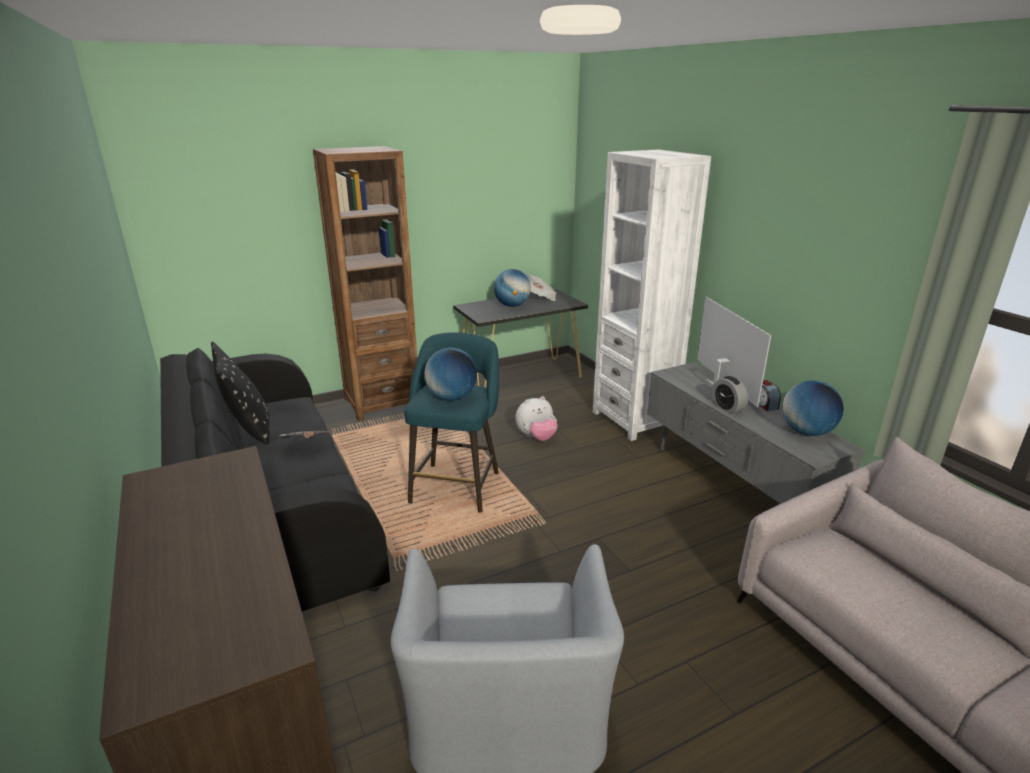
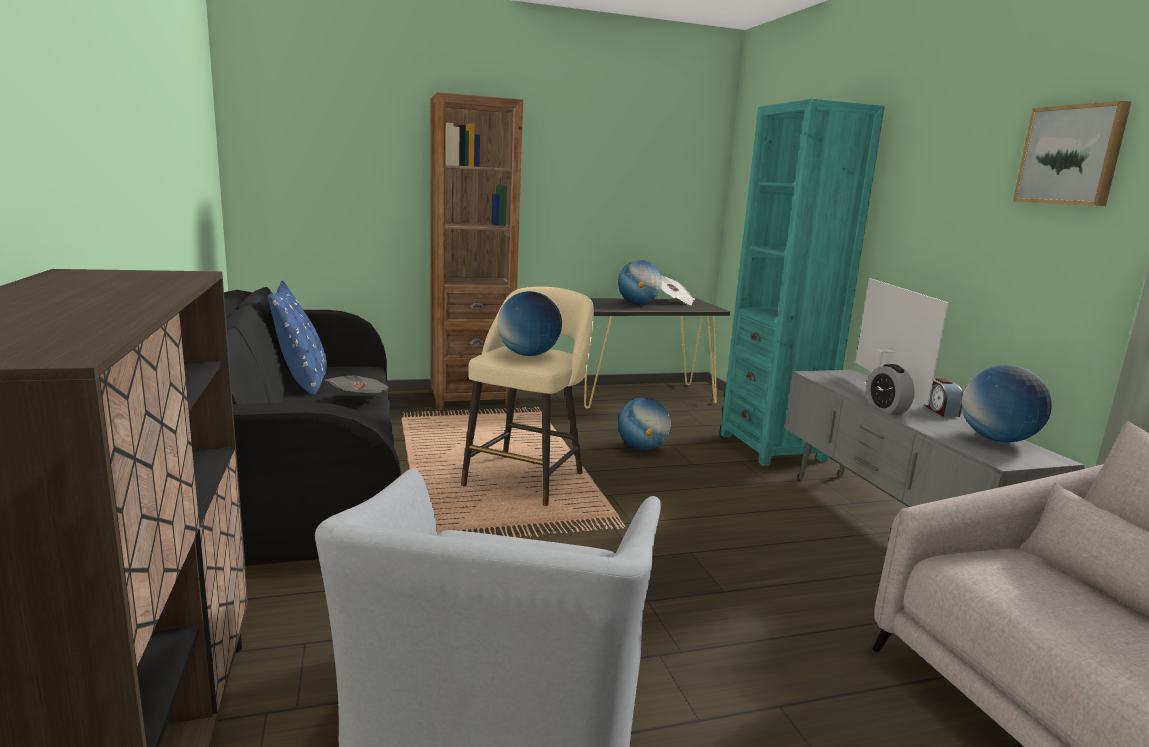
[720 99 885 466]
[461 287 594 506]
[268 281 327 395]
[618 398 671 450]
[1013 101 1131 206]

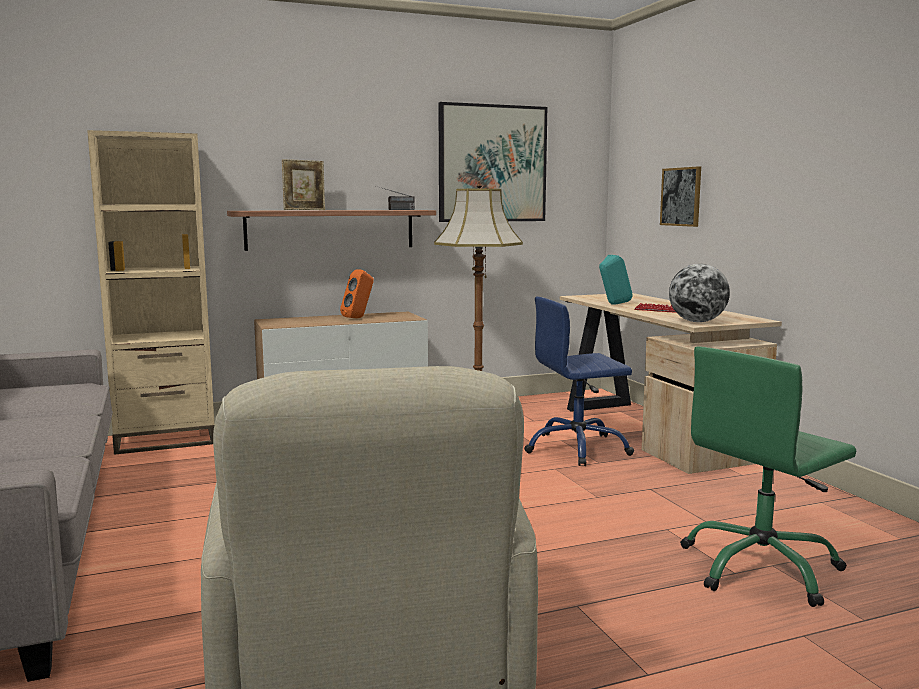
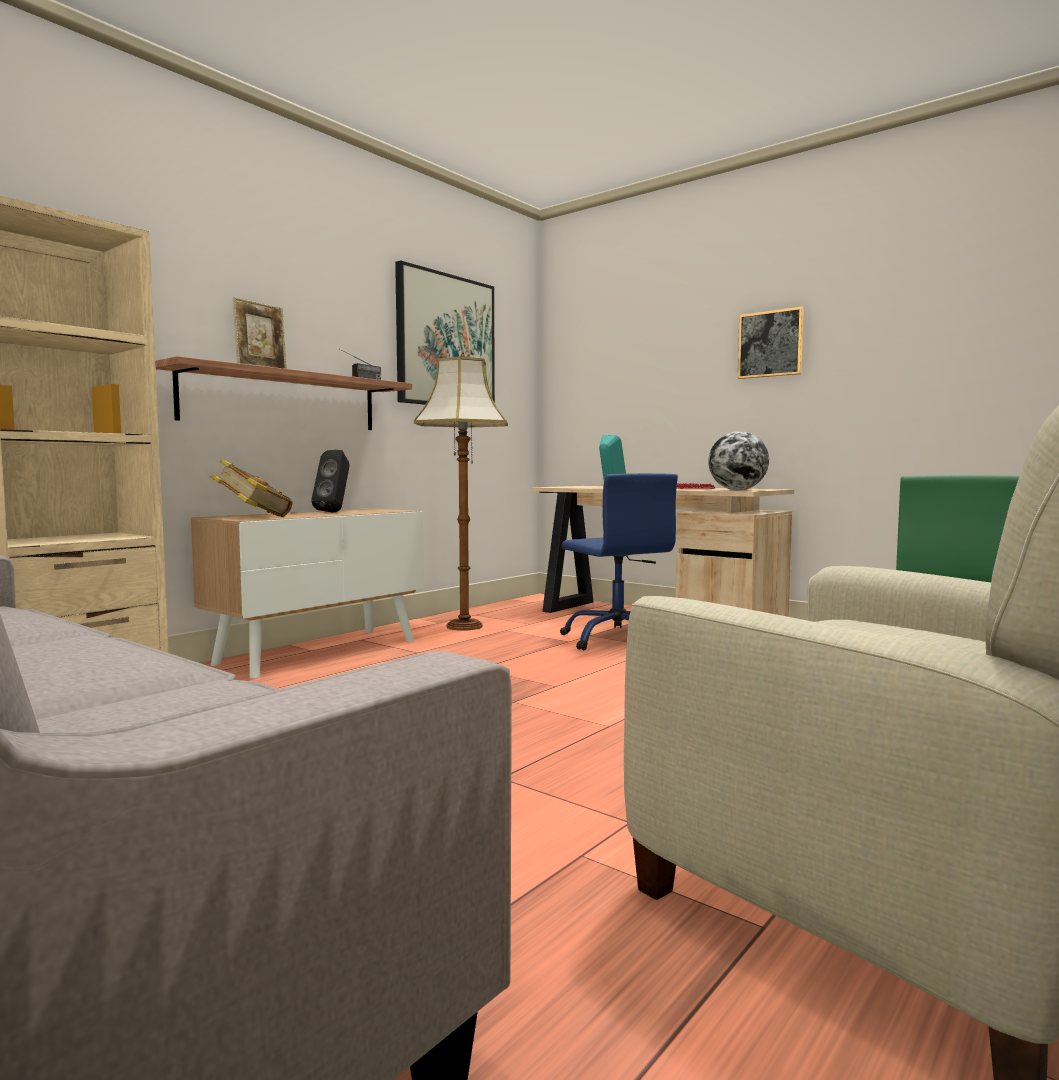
[738 307 804 379]
[311 450 350 513]
[560 473 678 651]
[211 459 293 517]

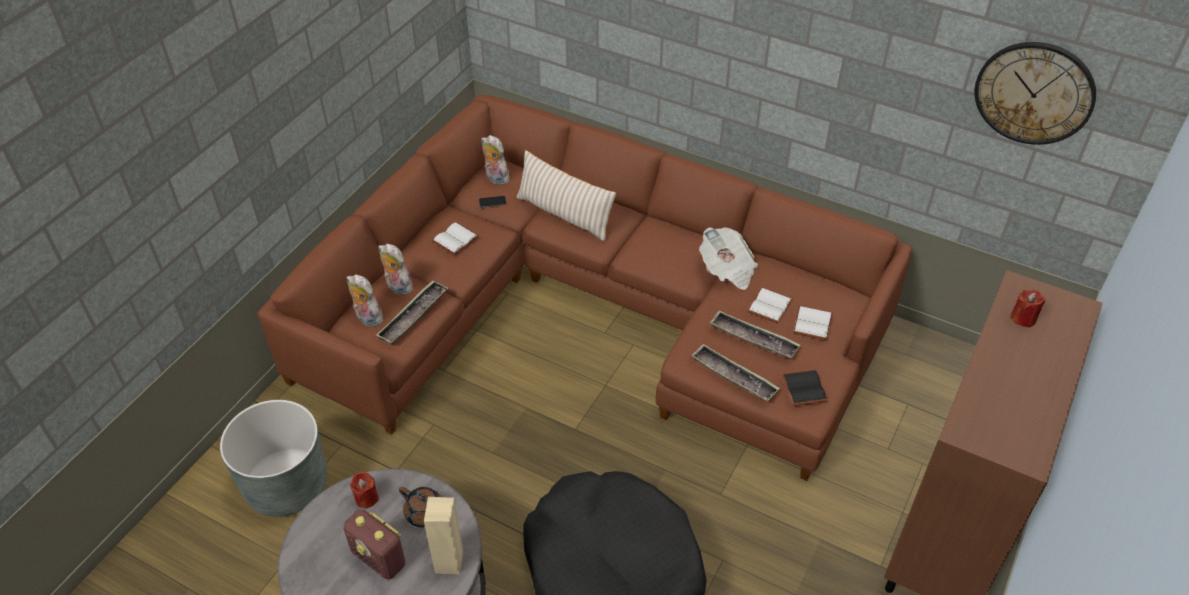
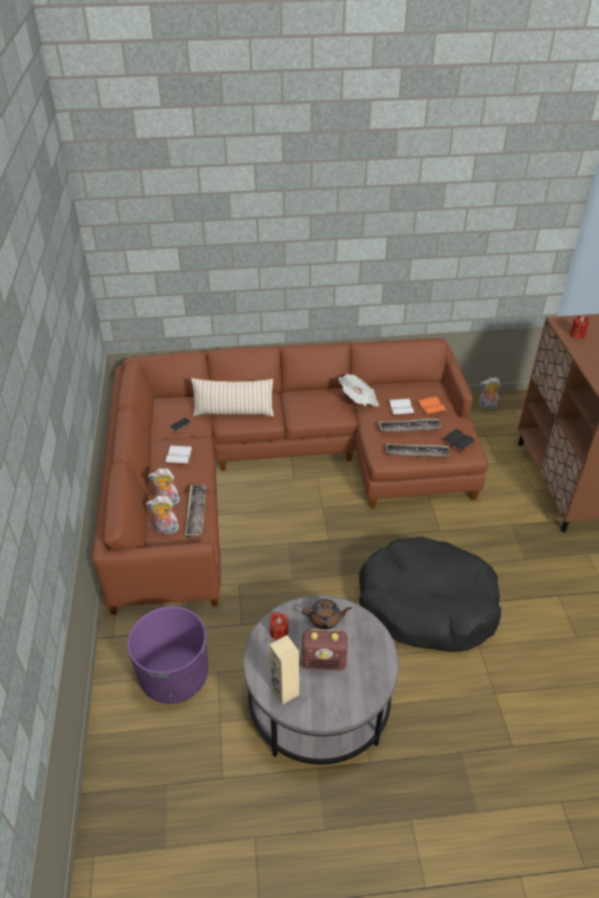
[975 42 1096 145] (first image)
[479 378 501 409]
[416 396 447 416]
[127 606 208 704]
[269 635 299 705]

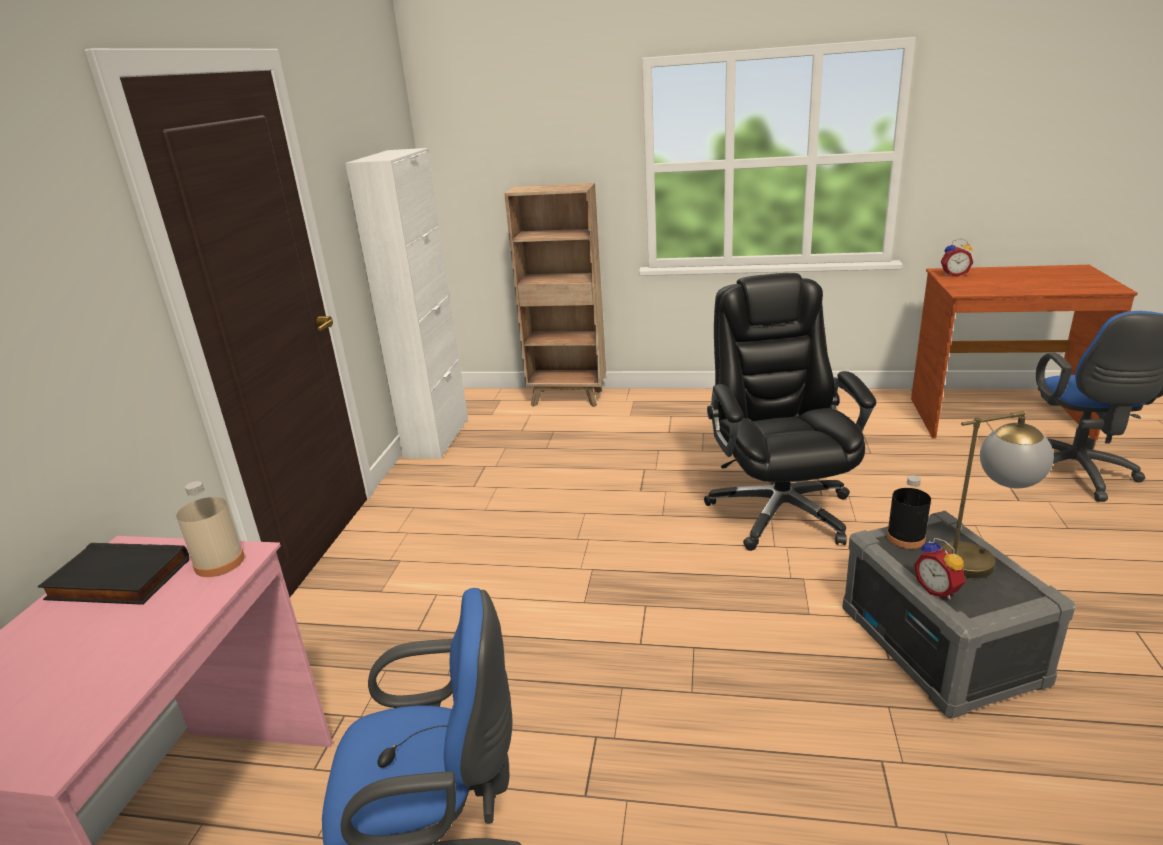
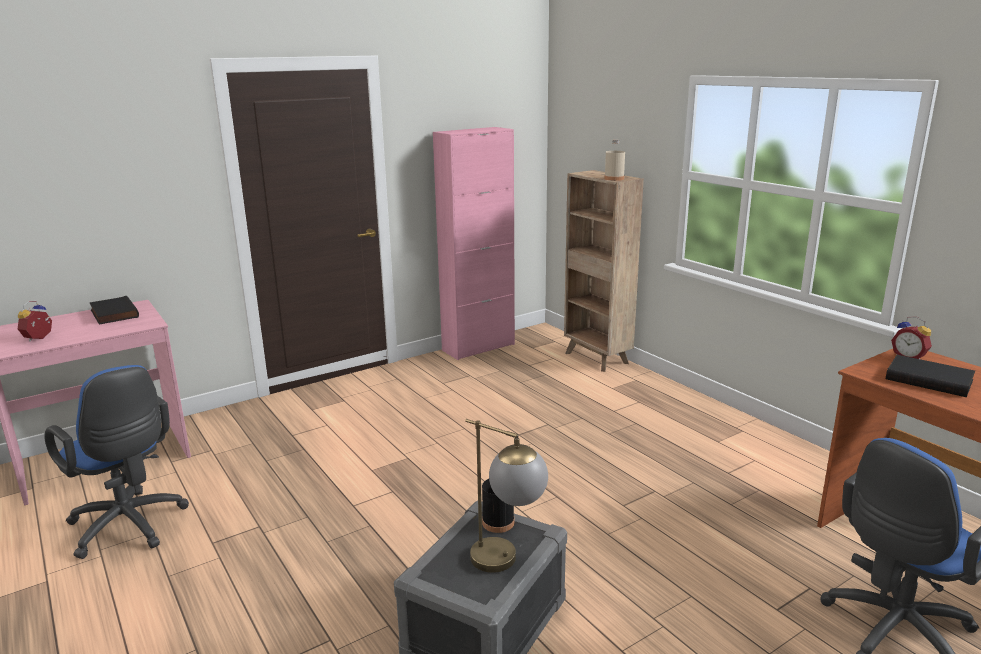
[433 127 515 360]
[704 273 876 551] (first image)
[604 140 625 181]
[18 301 52 342]
[886 355 975 397]

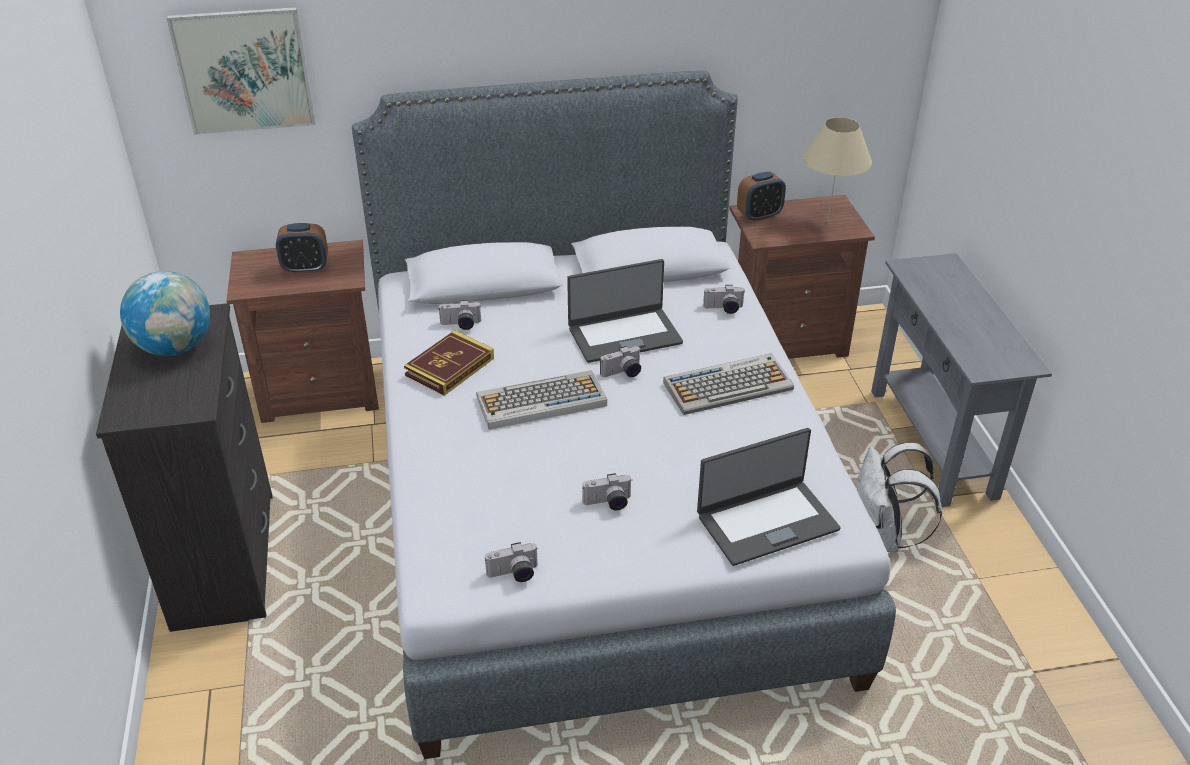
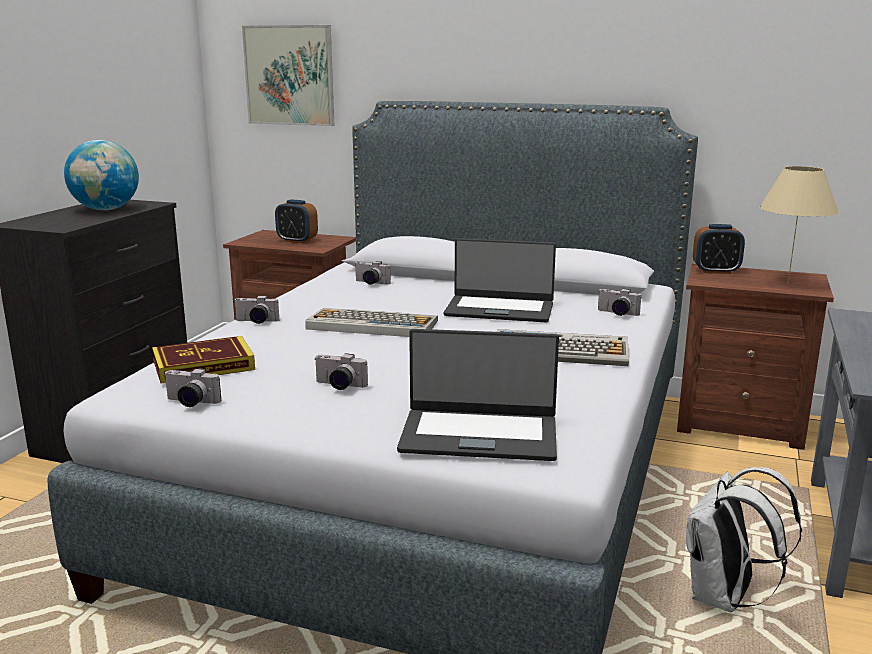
[152 336 255 383]
[234 295 279 324]

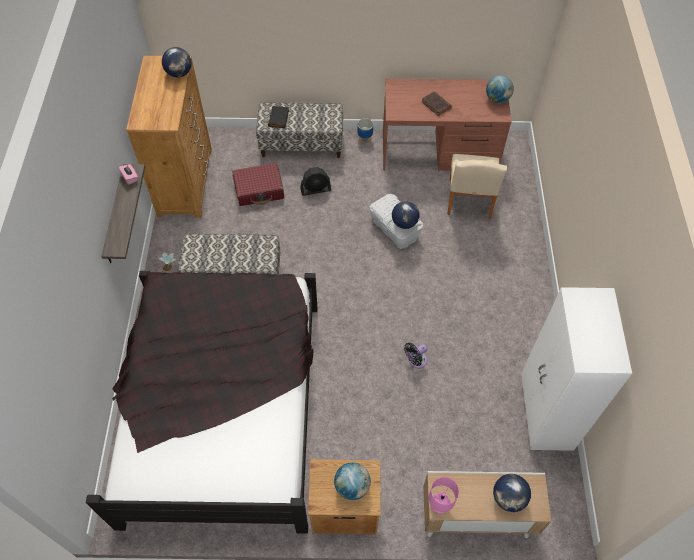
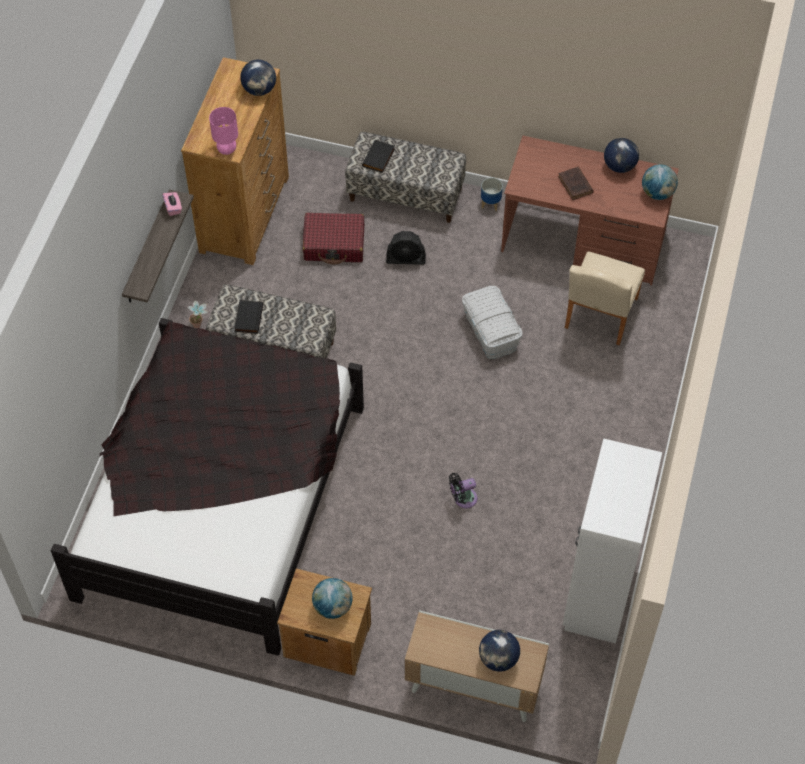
[604 138 639 173]
[209 107 238 155]
[234 300 263 334]

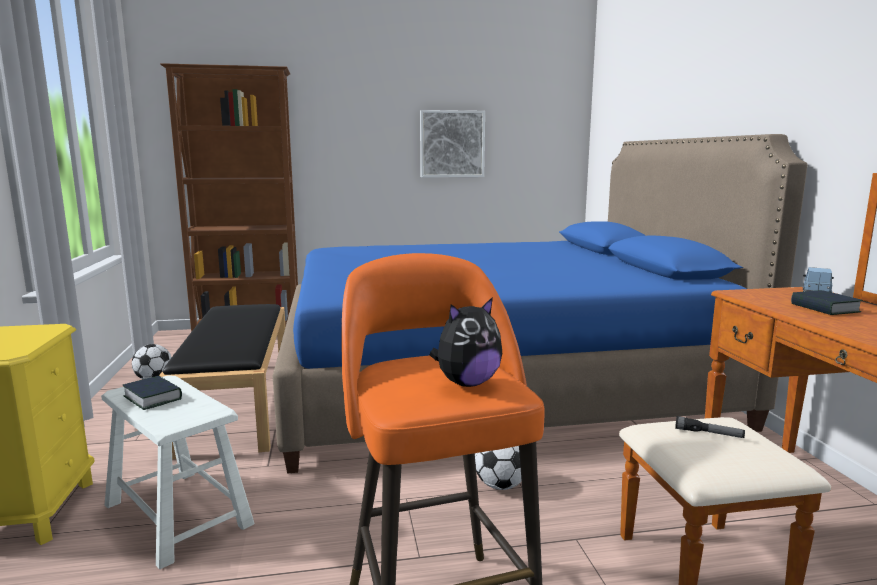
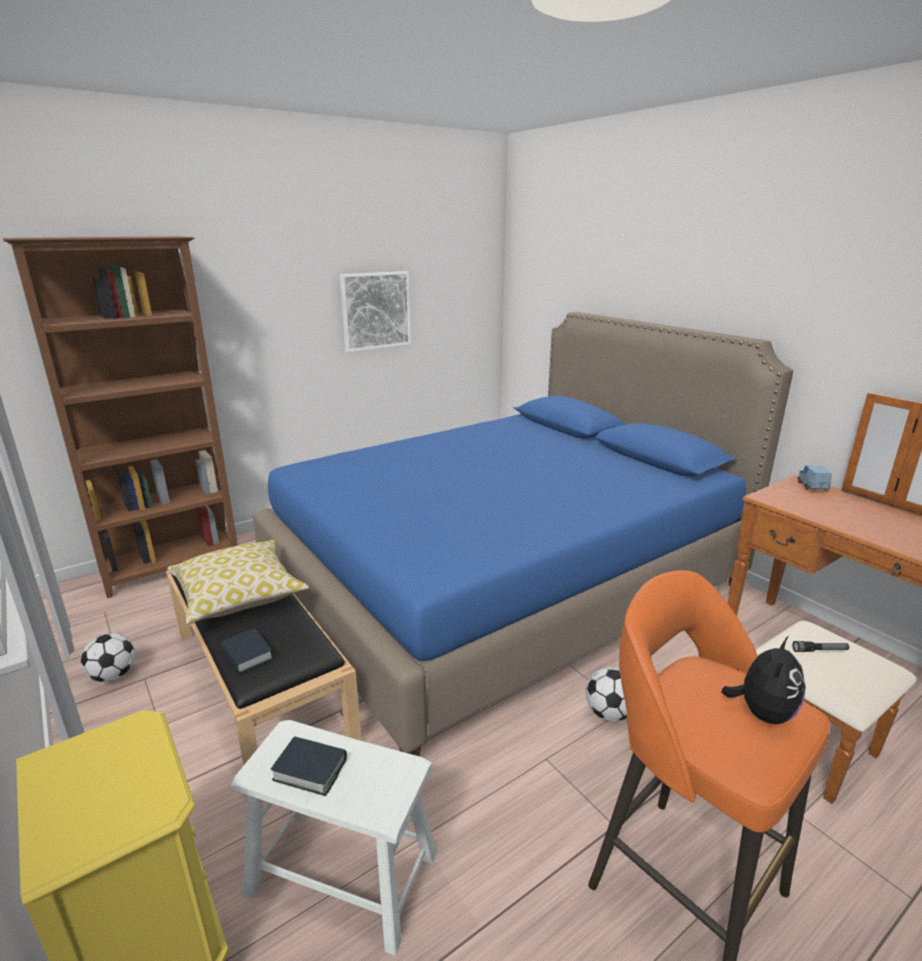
[221 628 273 674]
[167 540 309 624]

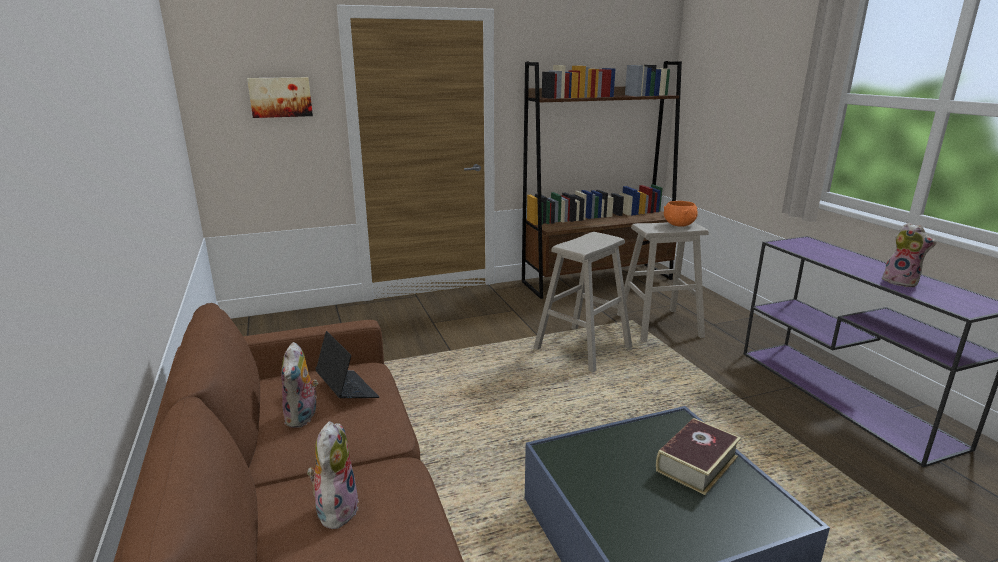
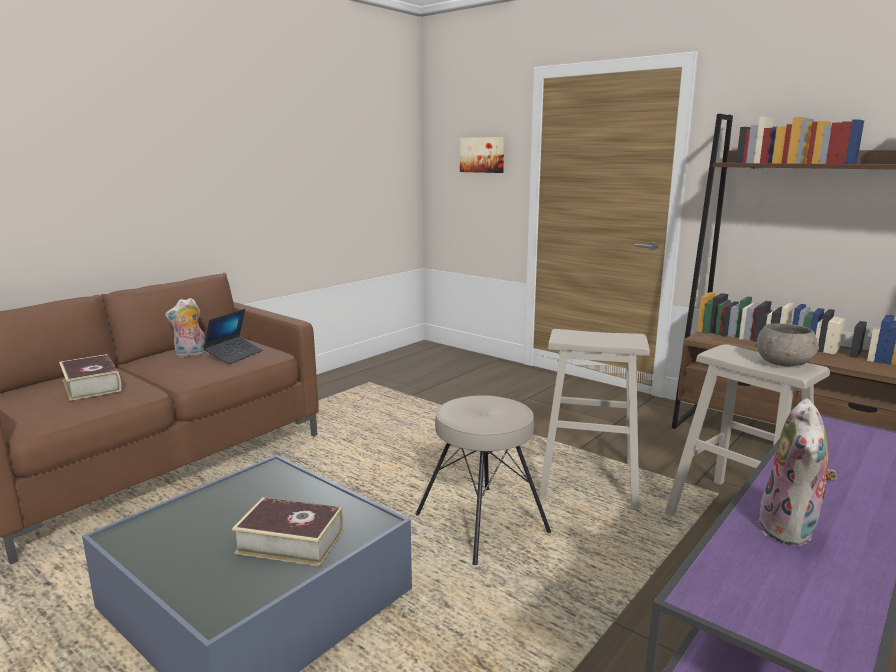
[755 323 819 367]
[59 354 121 401]
[415 395 551 565]

